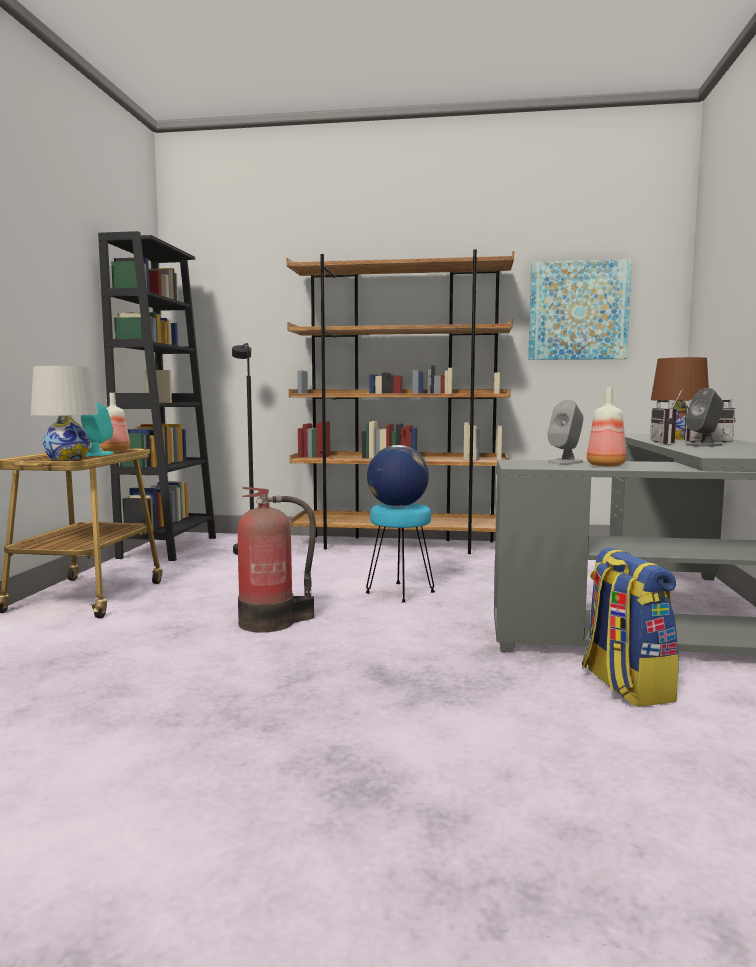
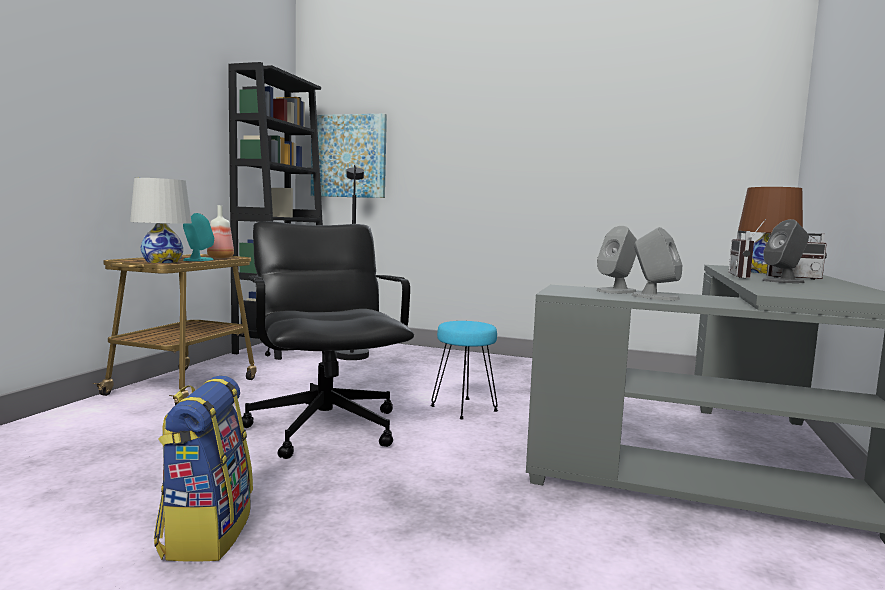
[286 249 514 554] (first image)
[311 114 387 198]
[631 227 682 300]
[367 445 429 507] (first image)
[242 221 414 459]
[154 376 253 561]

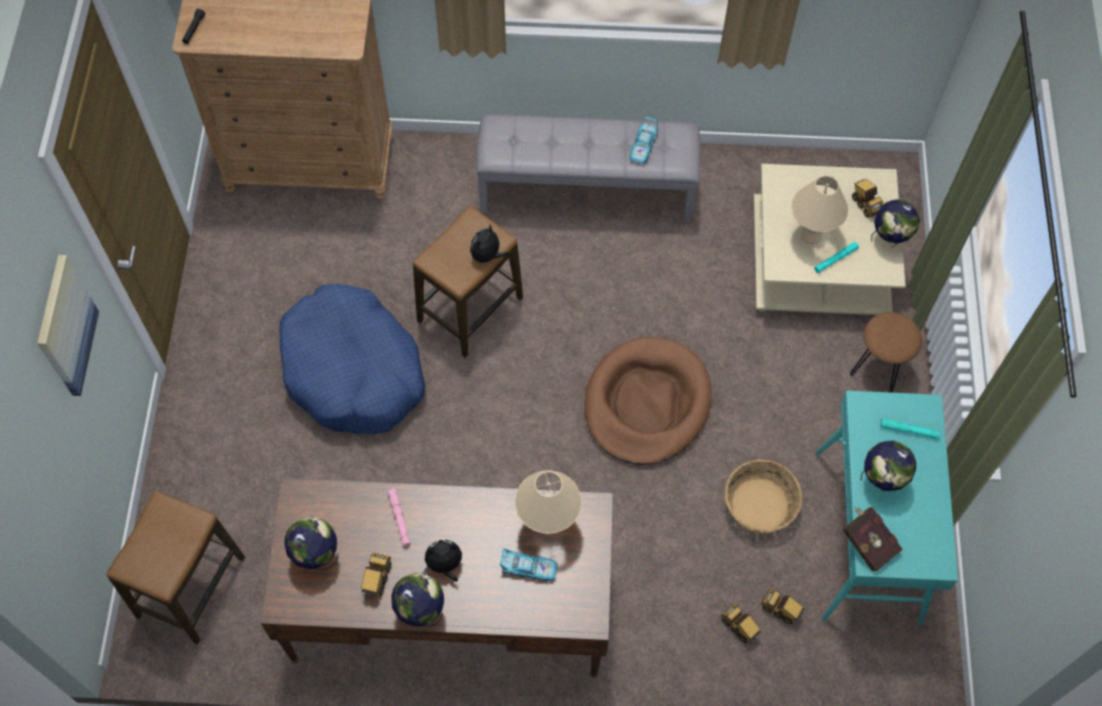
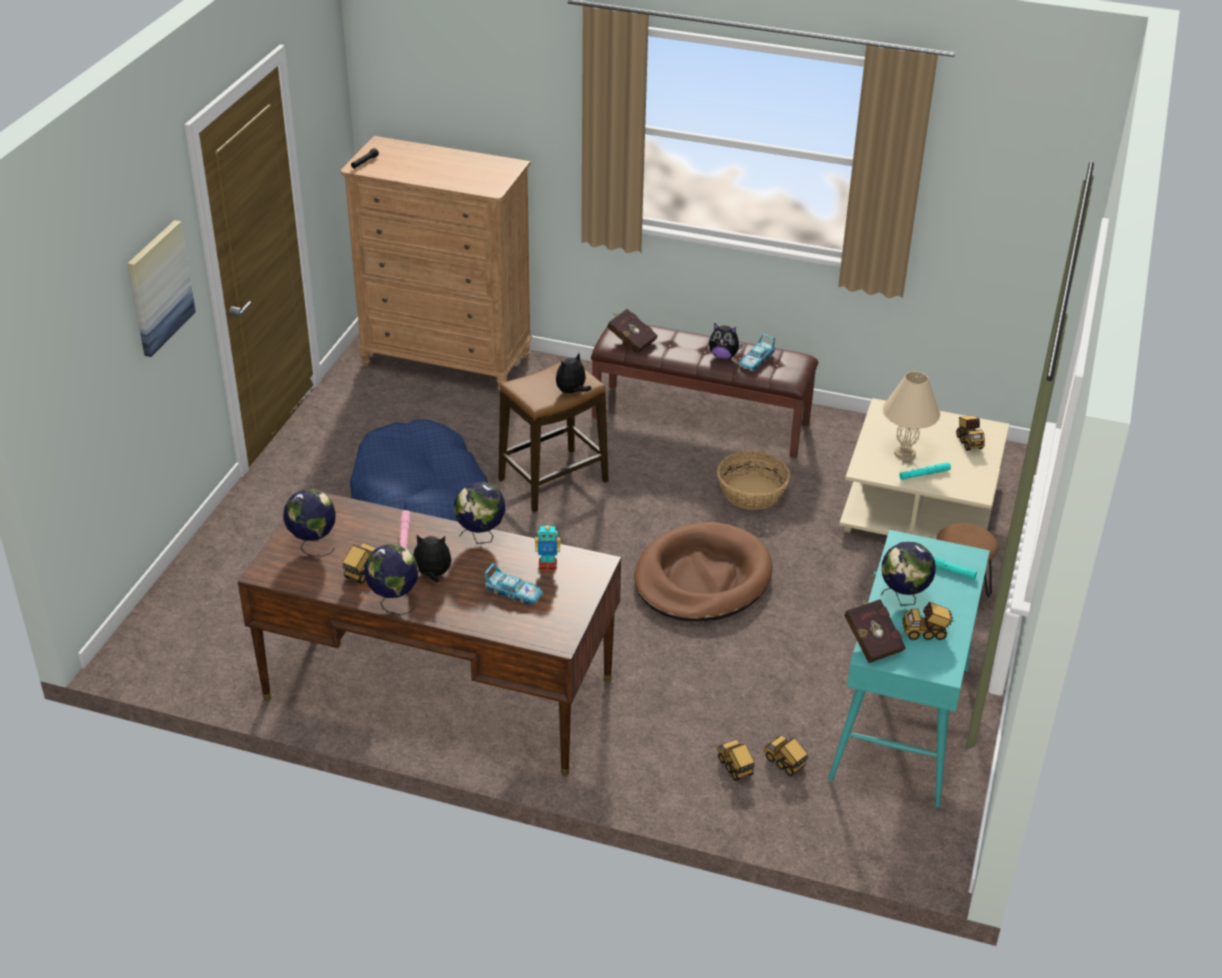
[591 324 818 458]
[454 482 506 544]
[717 451 790 510]
[535 522 561 570]
[107 491 245 644] (first image)
[607 309 658 354]
[709 323 743 359]
[902 602 954 640]

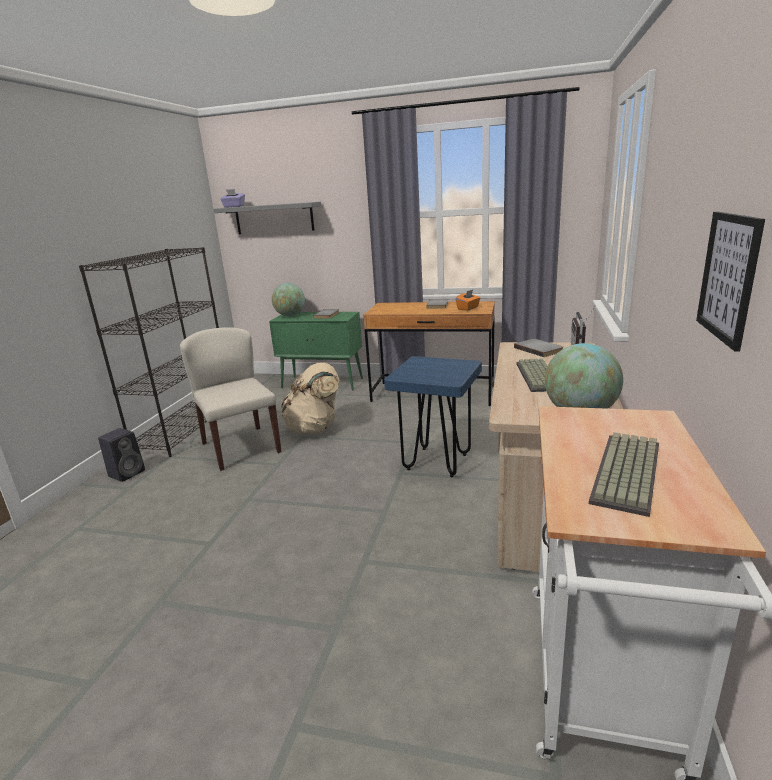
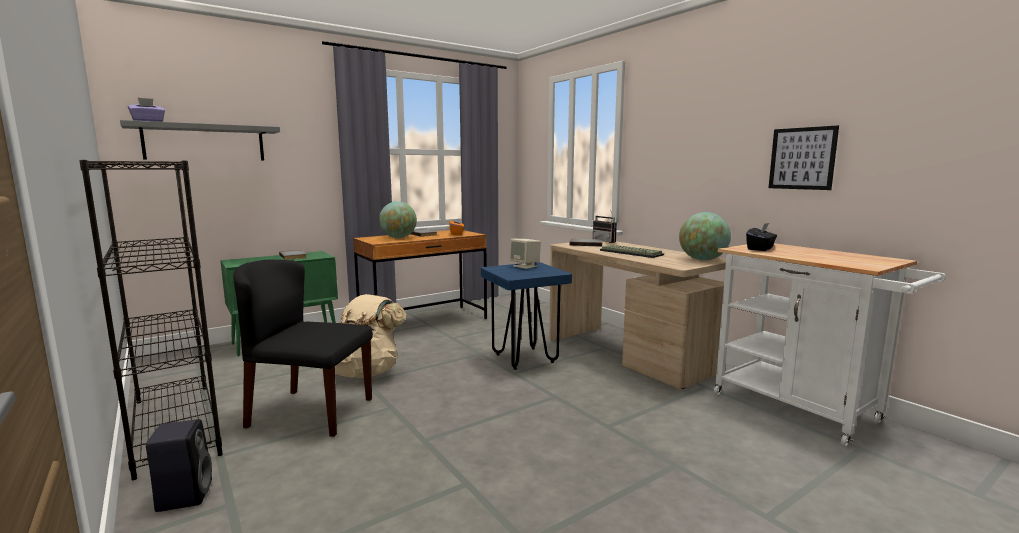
[379 201 417 238]
[233 259 373 437]
[589 432 659 517] (first image)
[746 223 777 251]
[510 239 541 269]

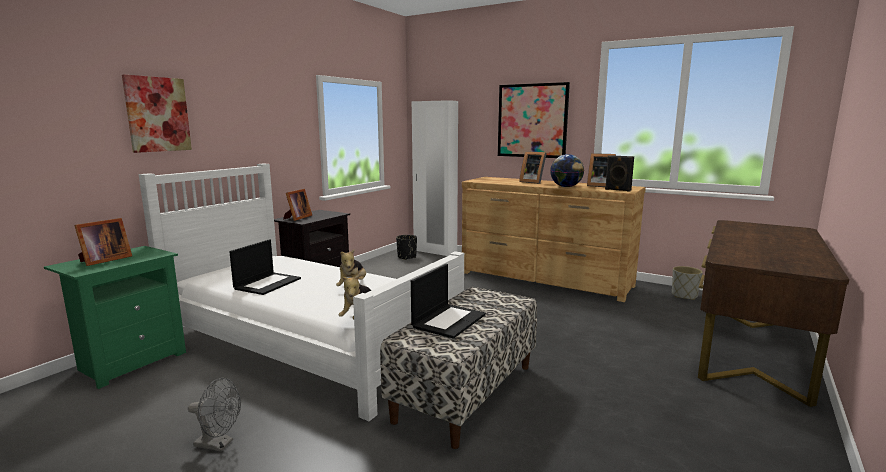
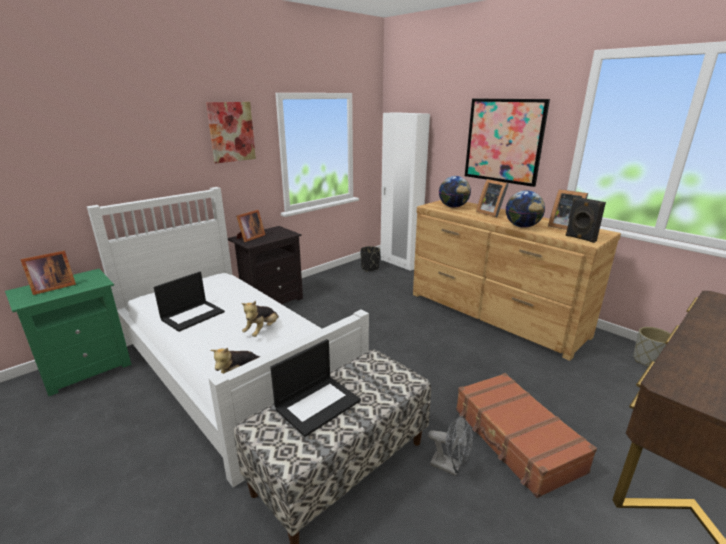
[206 102 256 163]
[428 416 473 476]
[439 176 471 208]
[456 373 597 498]

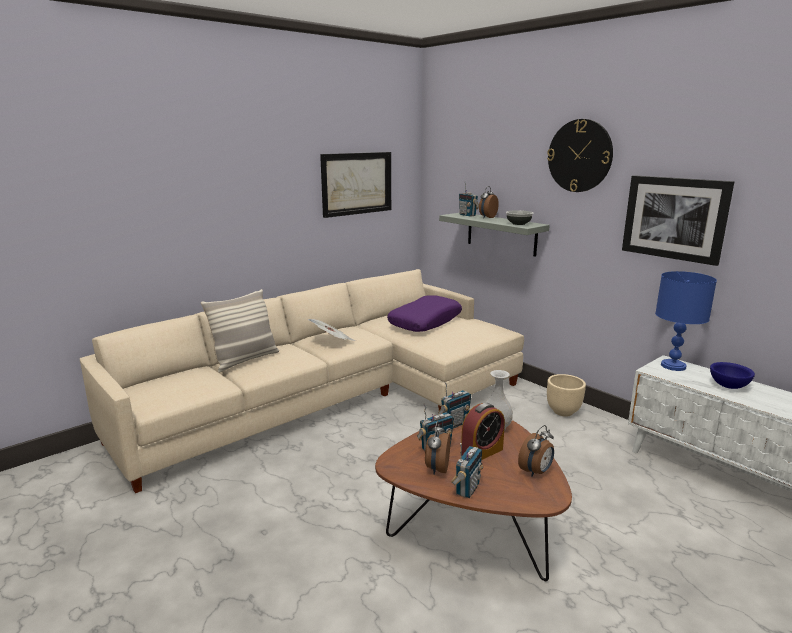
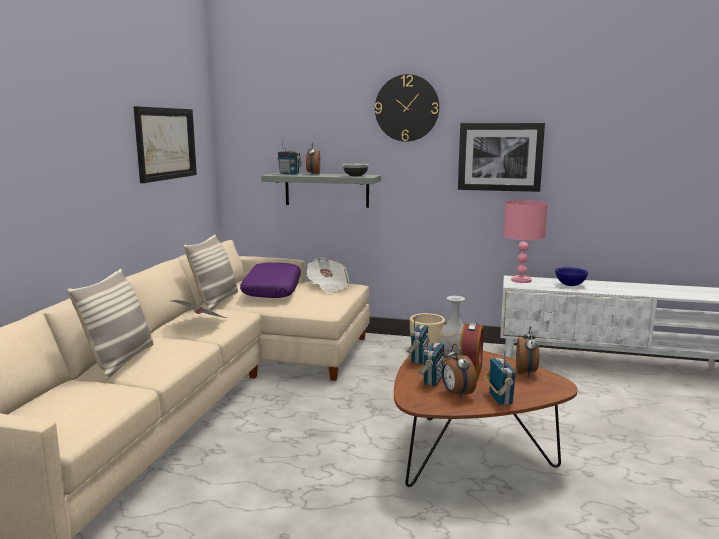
[503 200 548 283]
[184 234 238 311]
[307 257 349 293]

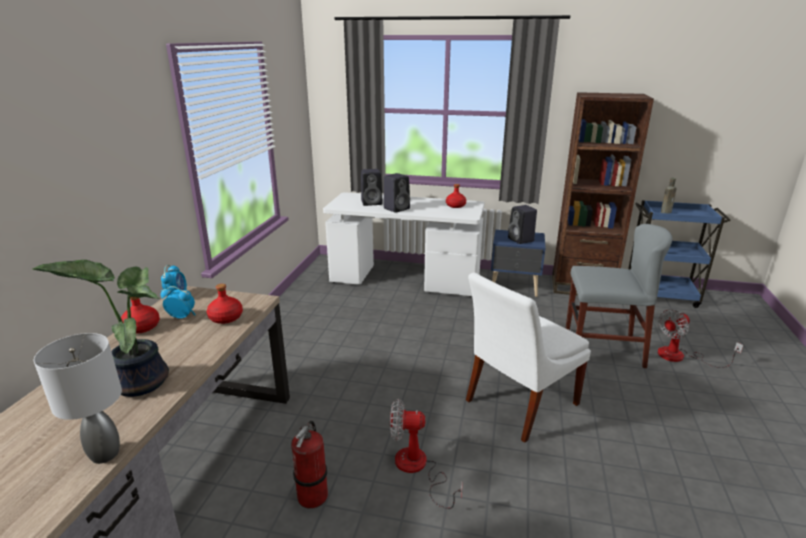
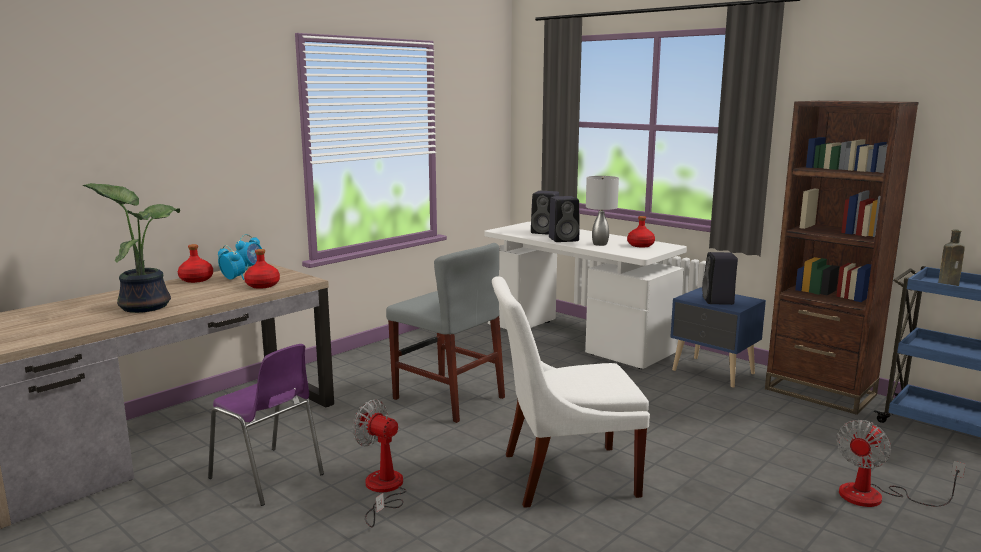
[386 243 505 423]
[836 420 966 507]
[586 176 619 246]
[208 344 324 506]

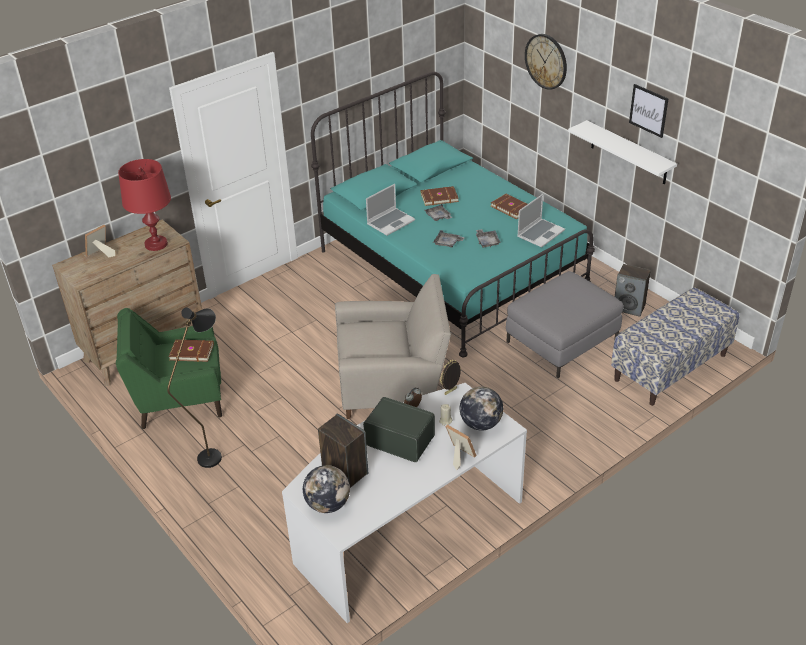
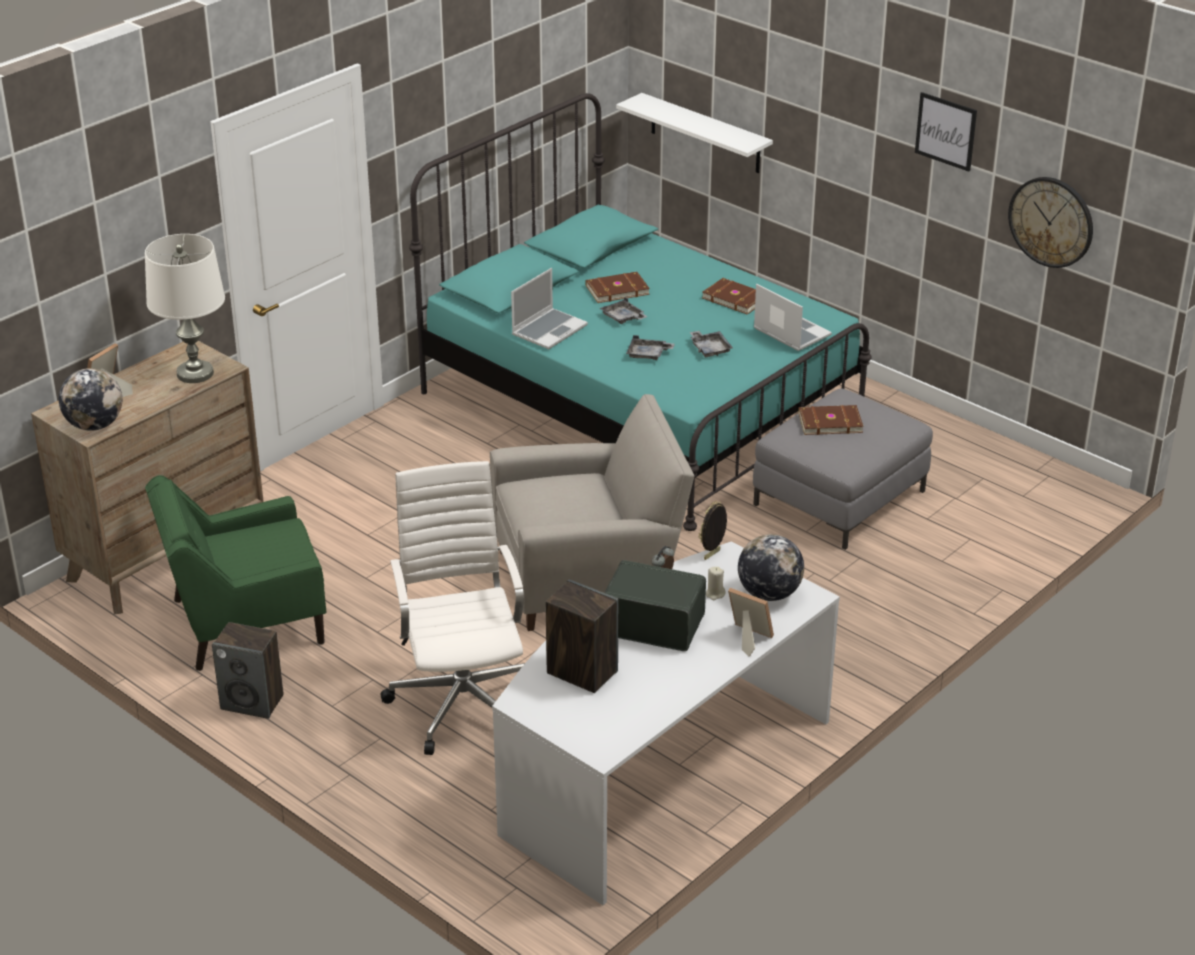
[1008 177 1093 268]
[616 93 773 173]
[145 234 225 383]
[754 284 832 351]
[212 622 284 719]
[611 287 739 406] (first image)
[167 307 222 468] (first image)
[798 405 863 435]
[59 368 122 431]
[381 461 525 755]

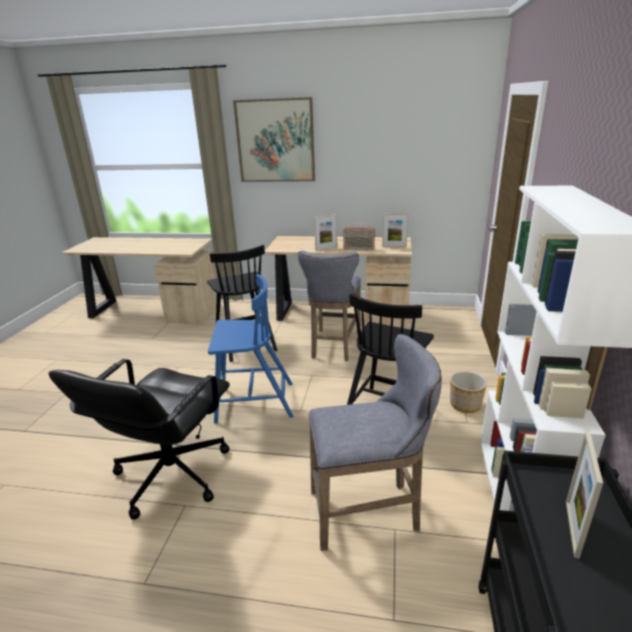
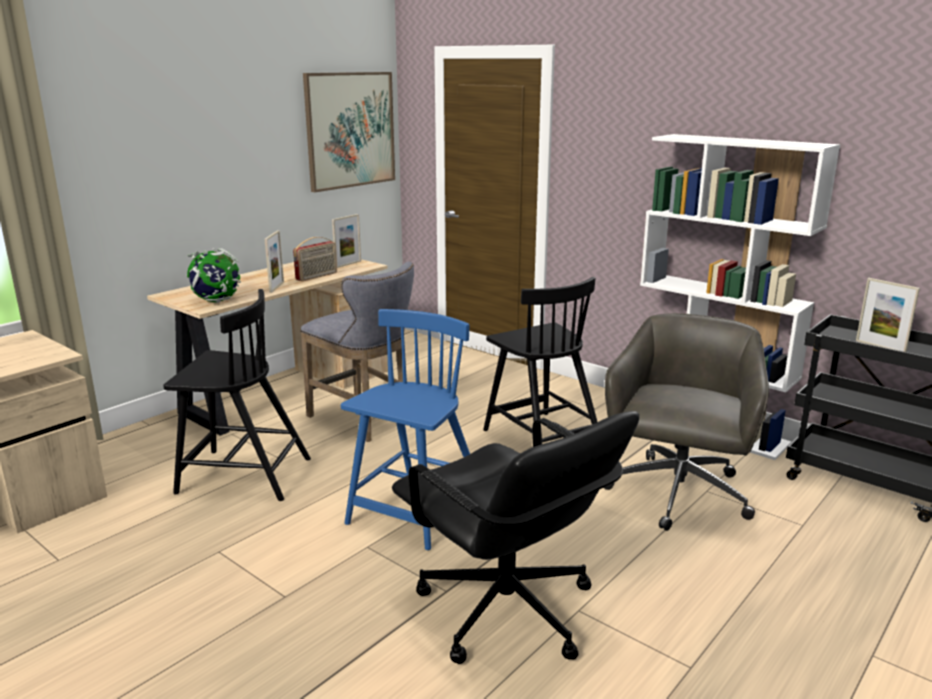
[303 72 395 192]
[604 313 769 531]
[450 371 487 413] (first image)
[186 248 241 303]

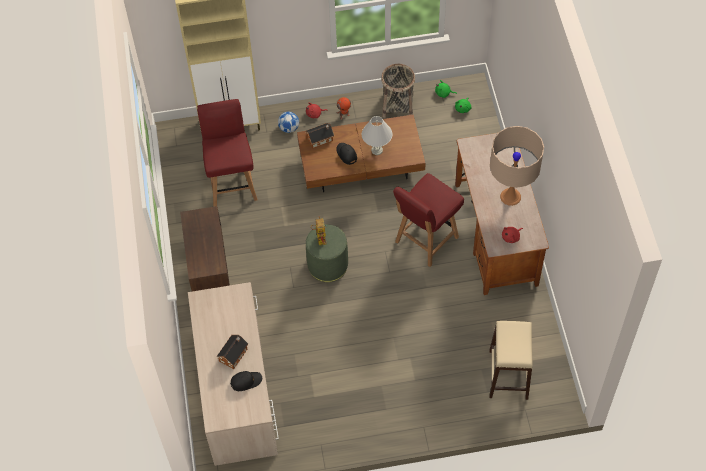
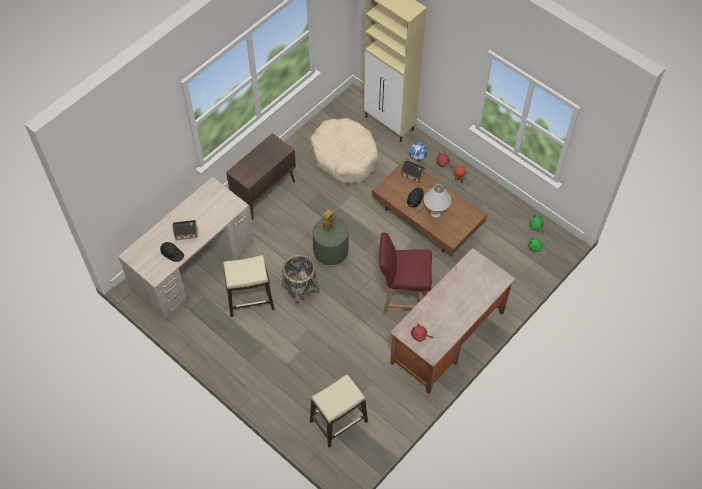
[282 254 320 307]
[310 118 378 184]
[490 126 544 206] (first image)
[223 255 275 317]

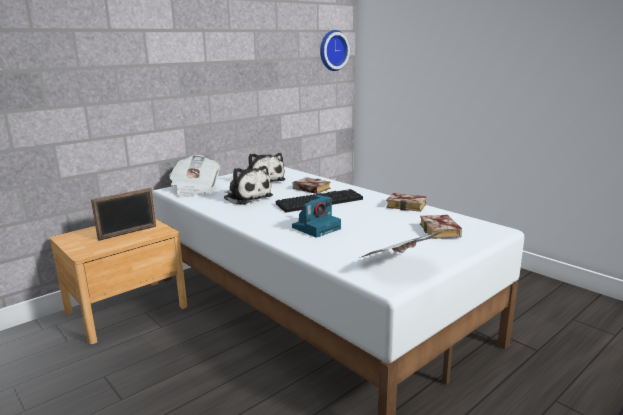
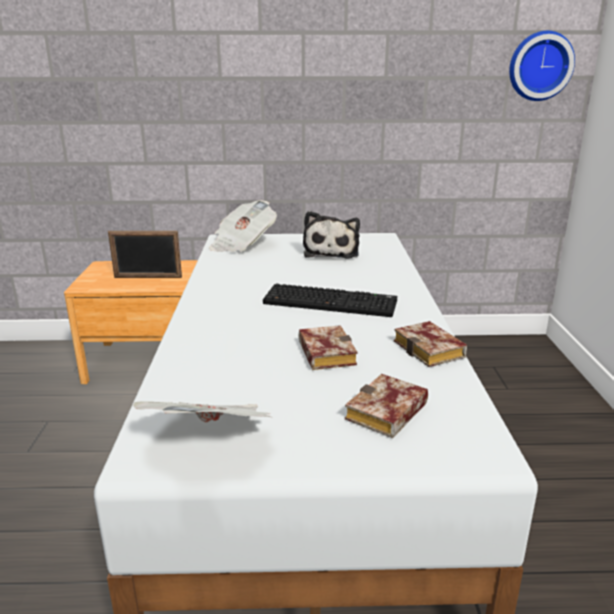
[224 166 273 205] (first image)
[299 325 358 370]
[292 195 341 238] (first image)

